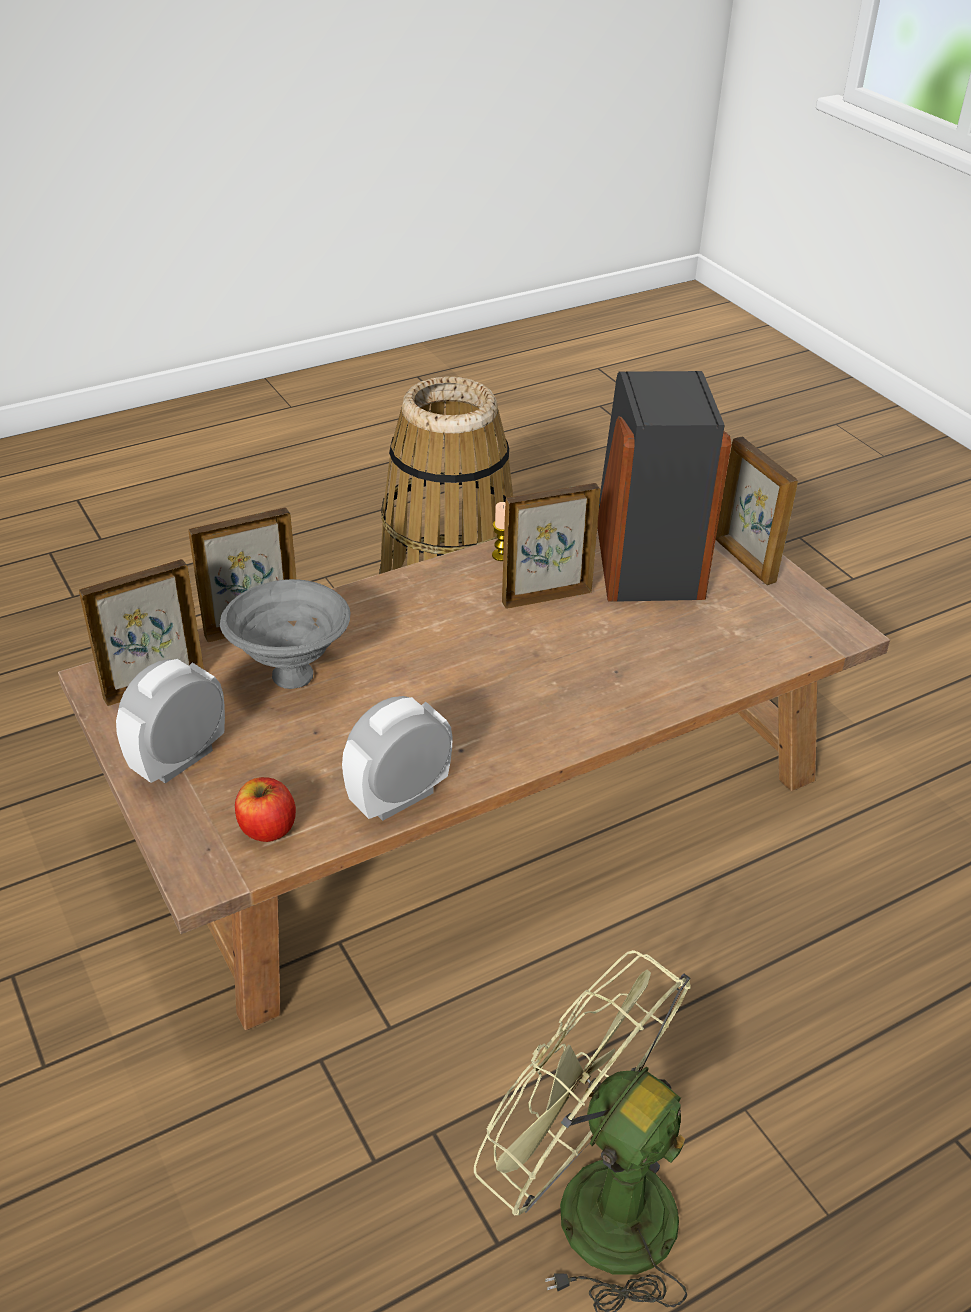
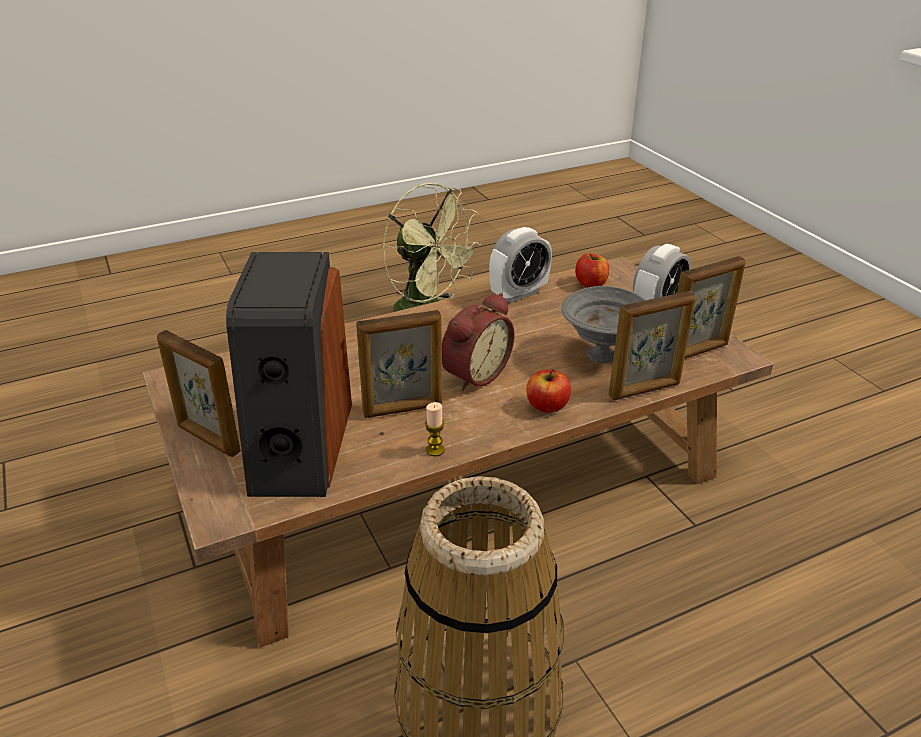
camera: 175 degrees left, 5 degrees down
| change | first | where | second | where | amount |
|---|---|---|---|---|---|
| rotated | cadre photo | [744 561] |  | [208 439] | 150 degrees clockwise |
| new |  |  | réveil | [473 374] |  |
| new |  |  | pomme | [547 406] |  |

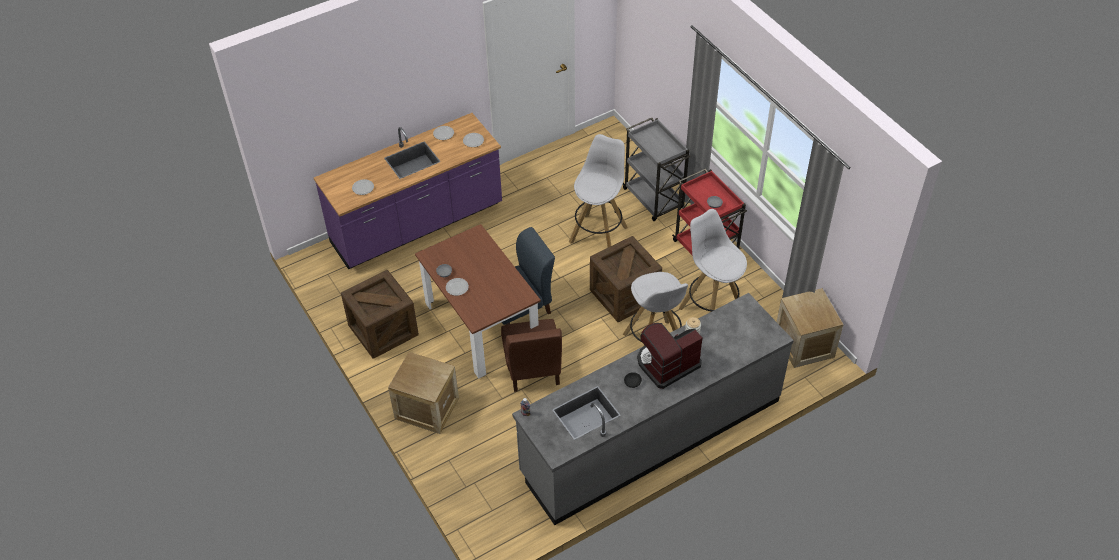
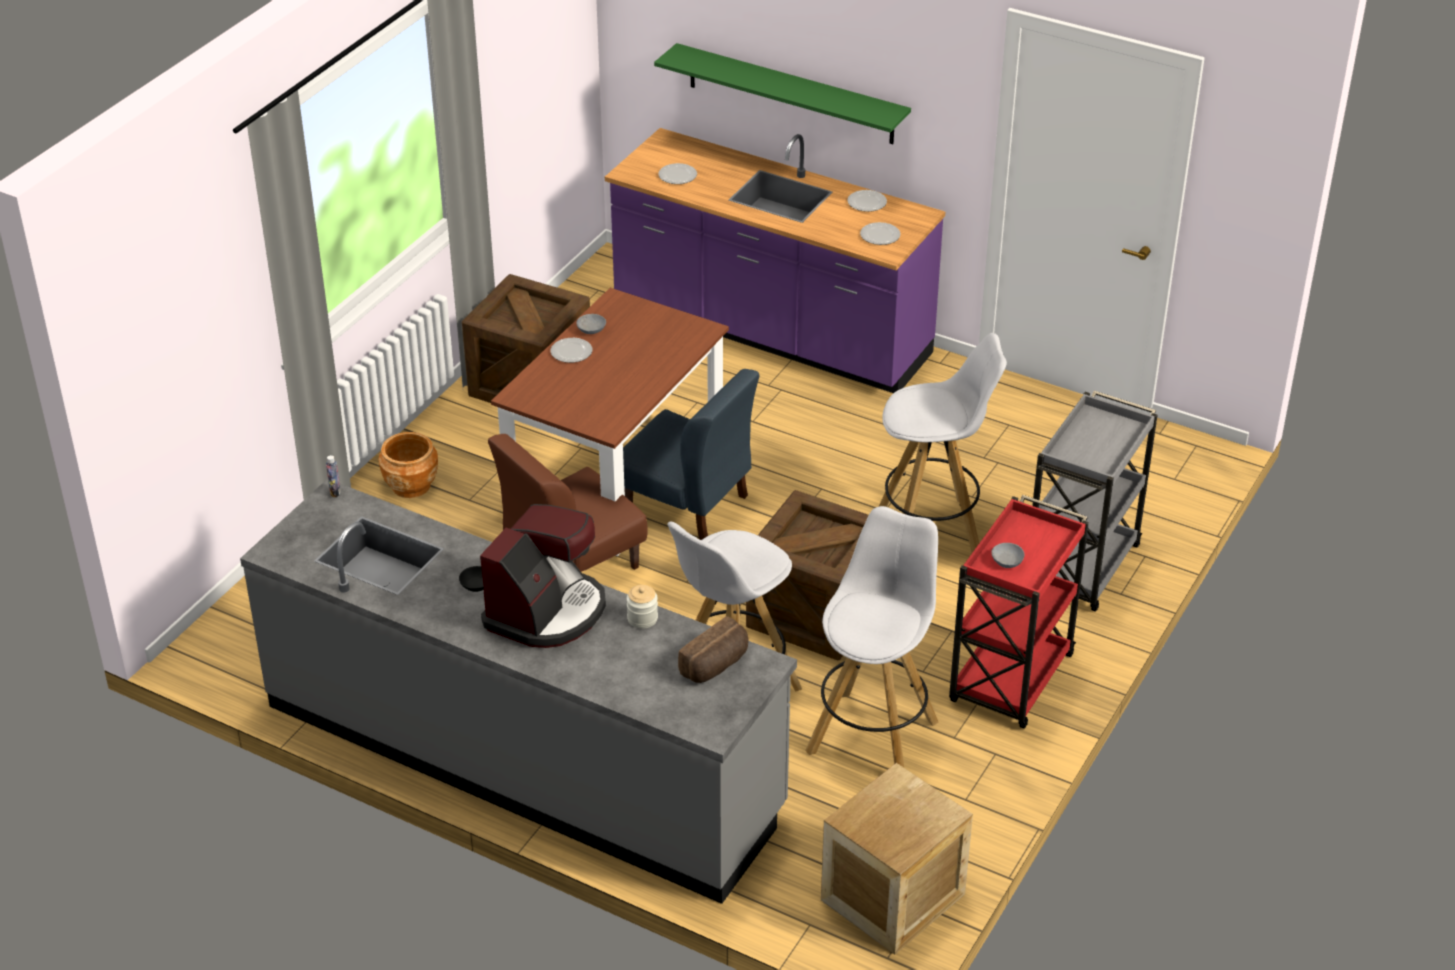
camera: 60 degrees right, 10 degrees down
| change | first | where | second | where | amount |
|---|---|---|---|---|---|
| swapped | caisse | [427 408] | cache-pot/marron | [411 485] |  |
| rotated | machine à café | [666 364] |  | [547 611] | 90 degrees clockwise |
| new |  |  | étagère/vert | [791 94] |  |
| new |  |  | pain | [716 665] |  |

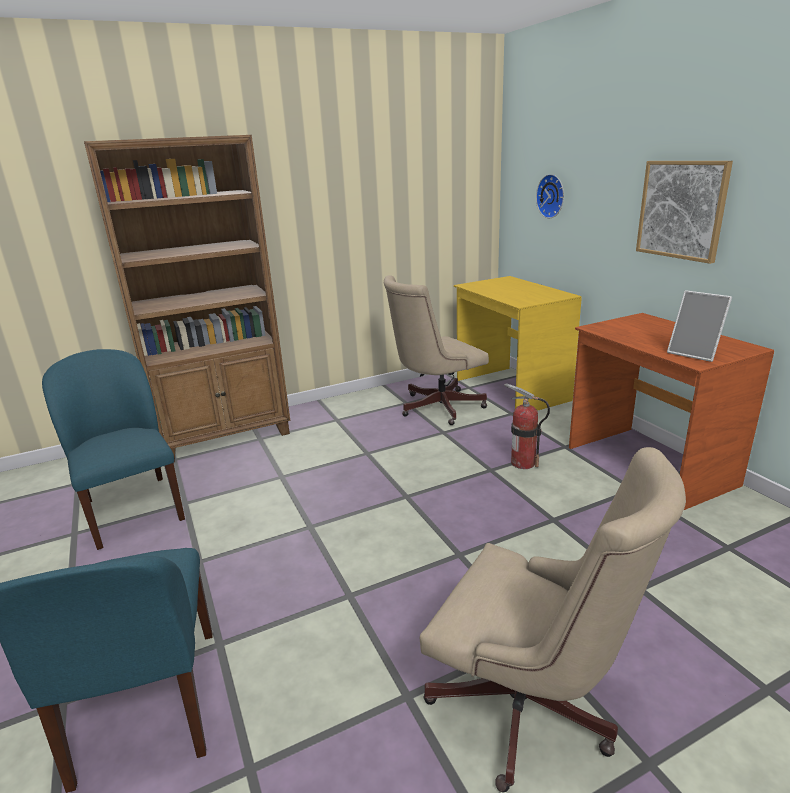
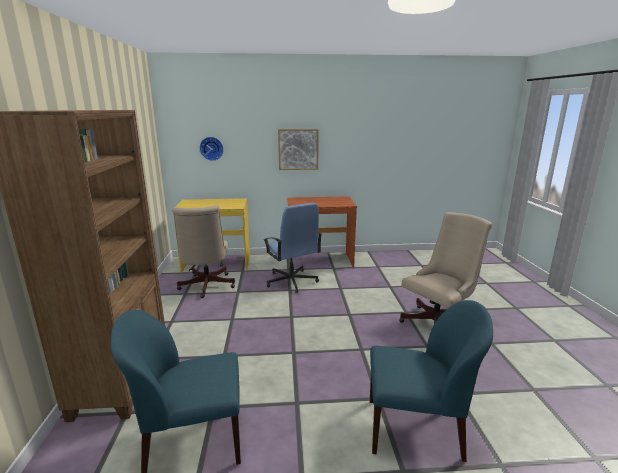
camera: 70 degrees left, 5 degrees down
| change | first | where | second | where | amount |
|---|---|---|---|---|---|
| swapped | extincteur | [523 463] | chaise de bureau/bleu | [291 281] |  |
| gone | cadre photo | [695 353] |  |  |  |

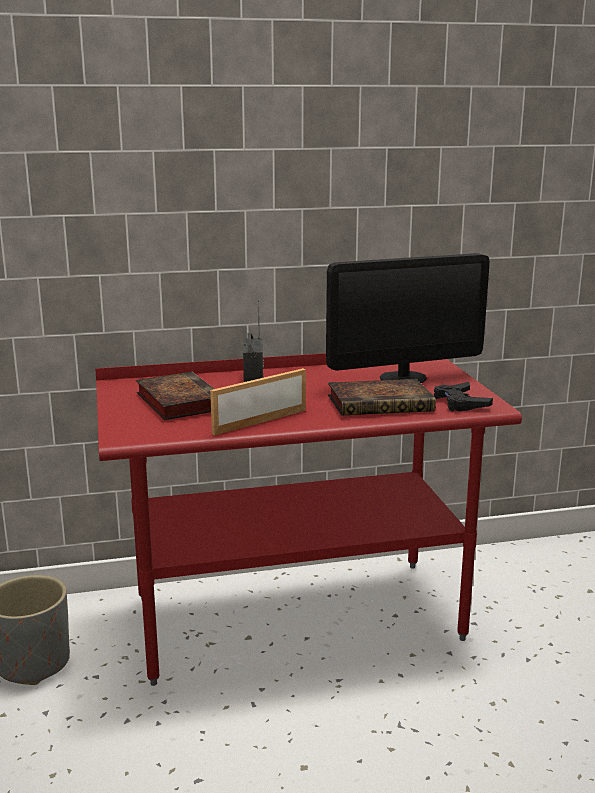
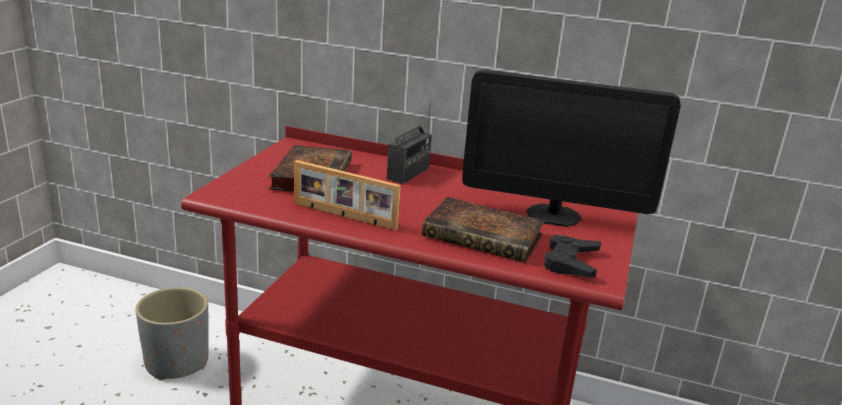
camera: 30 degrees right, 5 degrees up
| change | first | where | second | where | amount |
|---|---|---|---|---|---|
| rotated | cadre photo | [259 421] |  | [343 216] | 150 degrees counterclockwise |

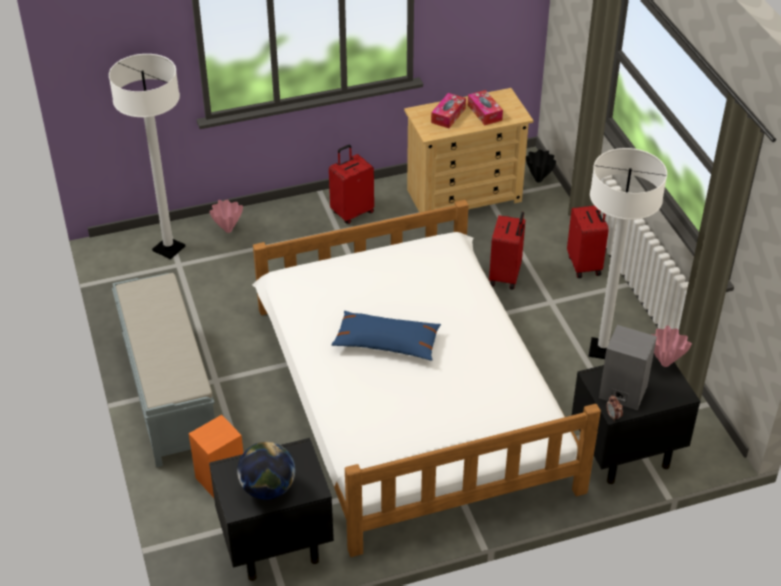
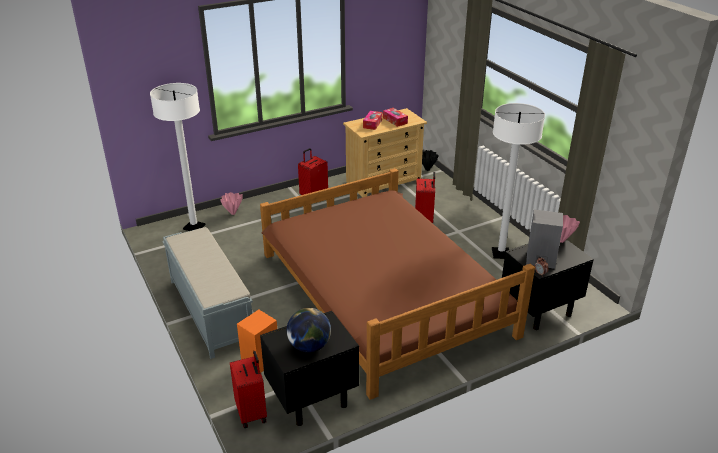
camera: 10 degrees left, 10 degrees down
| change | first | where | second | where | amount |
|---|---|---|---|---|---|
| shifted | valise/rouge | [585 265] |  | [252 413] |  |
| repainted | lit/blanc | [410 395] | lit/marron | [382 293] |  |
| gone | coussin/bleu | [386 343] |  |  |  |

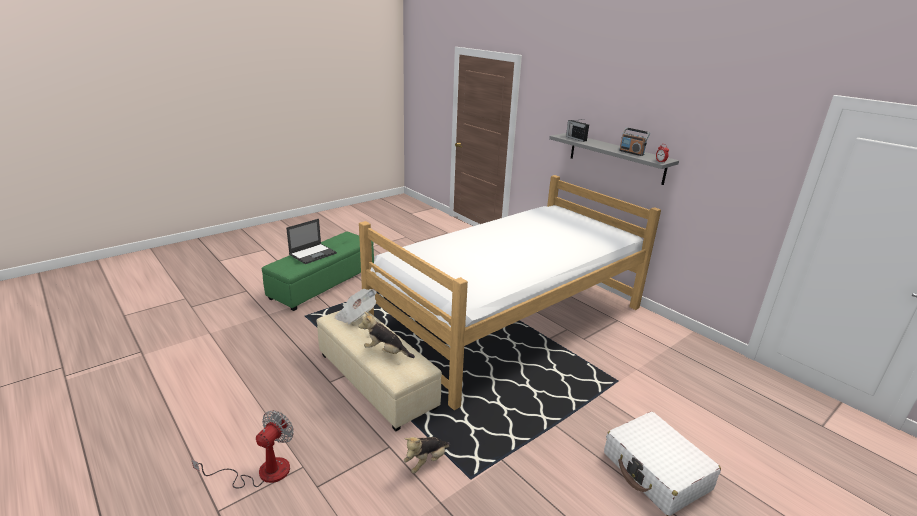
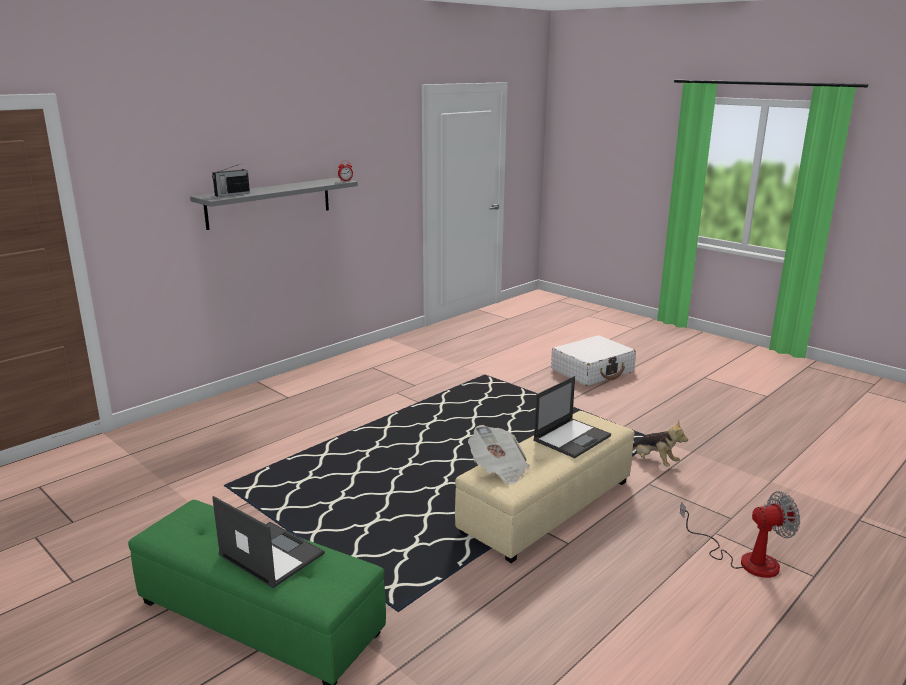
camera: 95 degrees left, 5 degrees down
| change | first | where | second | where | amount |
|---|---|---|---|---|---|
| swapped | peluche | [386 352] | ordinateur portable | [572 438] |  |
| rotated | ventilateur | [262 472] |  | [745 559] | 150 degrees clockwise |
| gone | lit | [510 319] |  |  |  |
| gone | radio | [631 152] |  |  |  |

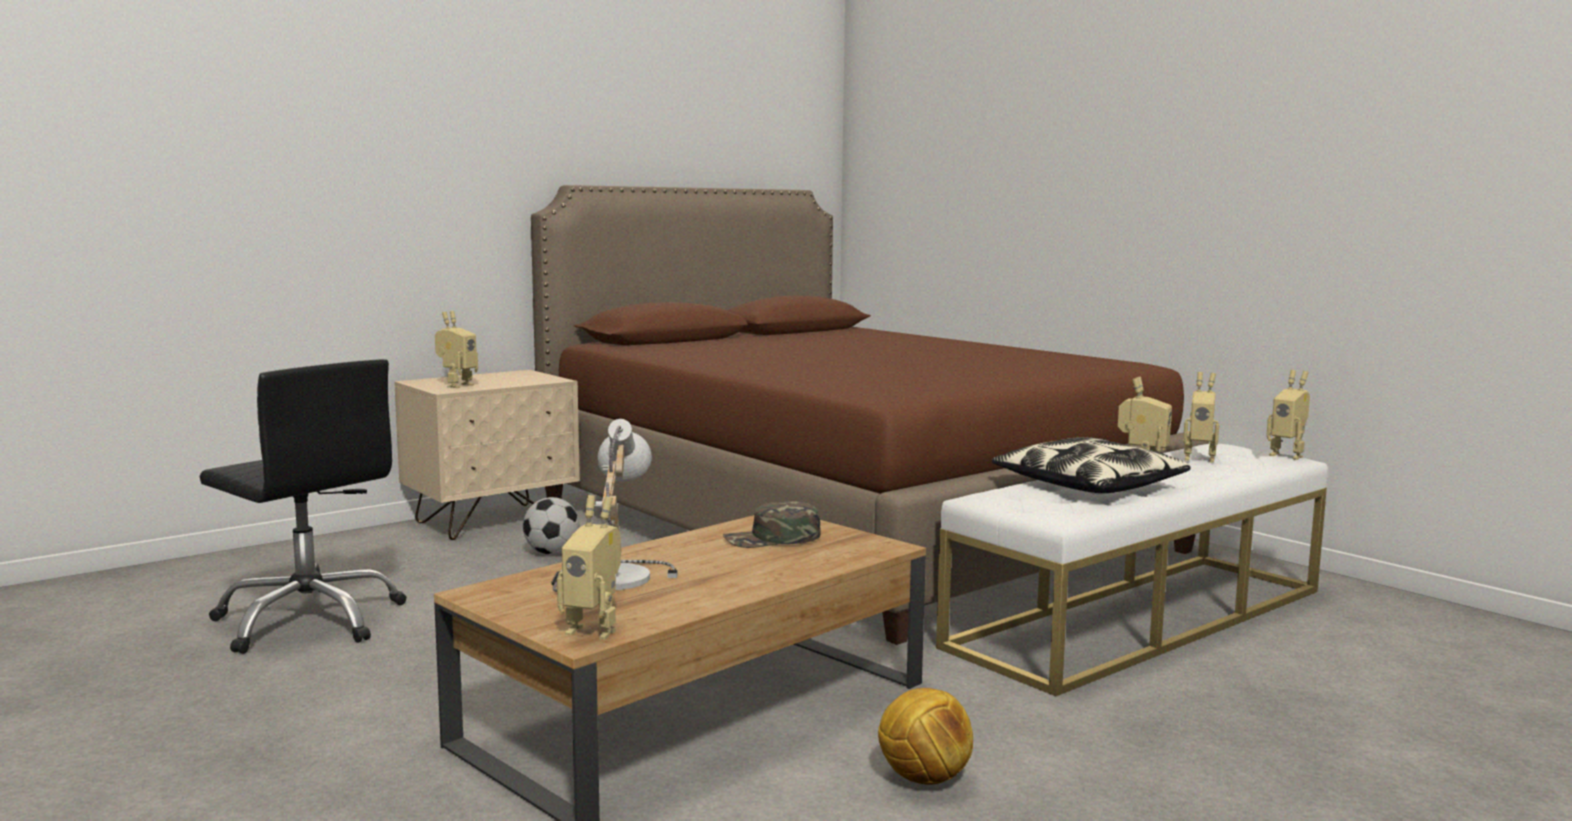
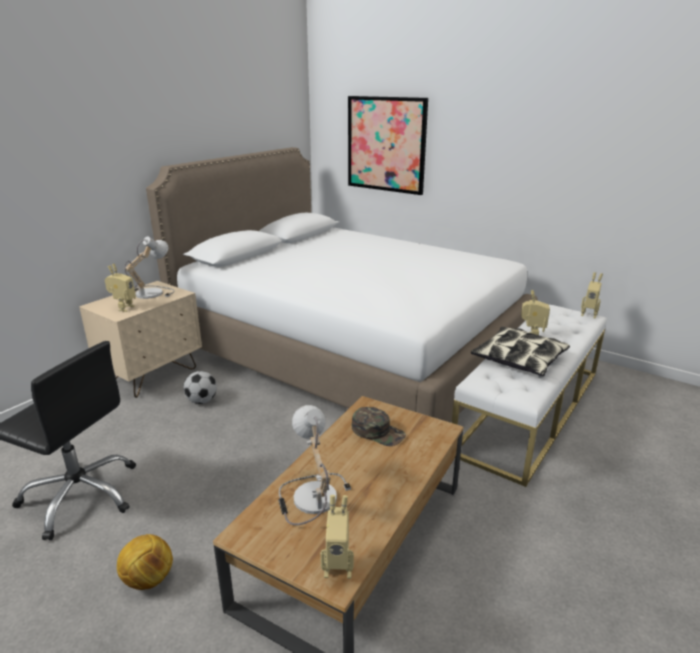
camera: 15 degrees left, 15 degrees up
| change | first | where | second | where | amount |
|---|---|---|---|---|---|
| shifted | ballon de foot | [923 779] |  | [148 579] |  |
| new |  |  | lampe de table | [148 292] |  |
| repainted | lit/marron | [845 524] | lit/blanc | [350 350] |  |
| new |  |  | tableau | [386 144] |  |
| rotated | casquette/vert | [772 539] |  | [378 432] | 120 degrees counterclockwise |
| gone | robot jouet | [1199 458] |  |  |  |

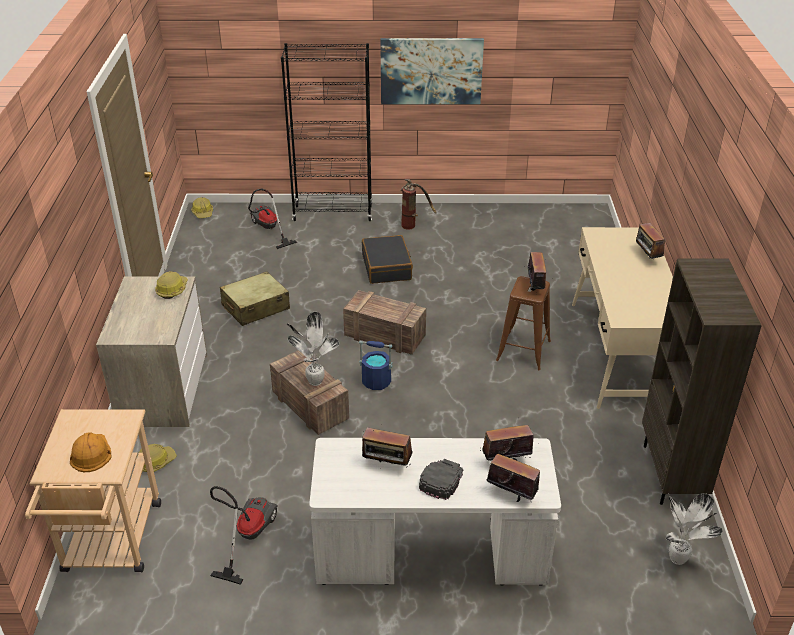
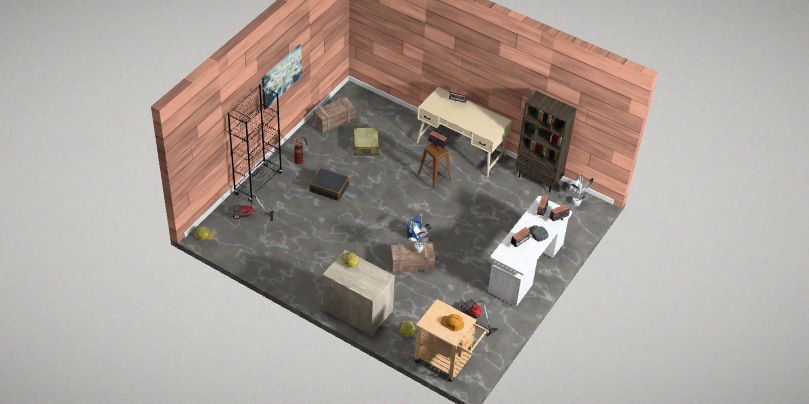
camera: 60 degrees left, 10 degrees up
| change | first | where | second | where | amount |
|---|---|---|---|---|---|
| shifted | caisse | [386 336] |  | [334 121] |  |
| shifted | valise/beige | [255 307] |  | [365 146] |  |

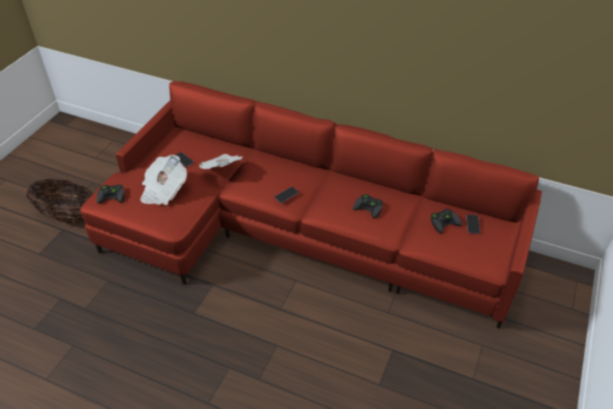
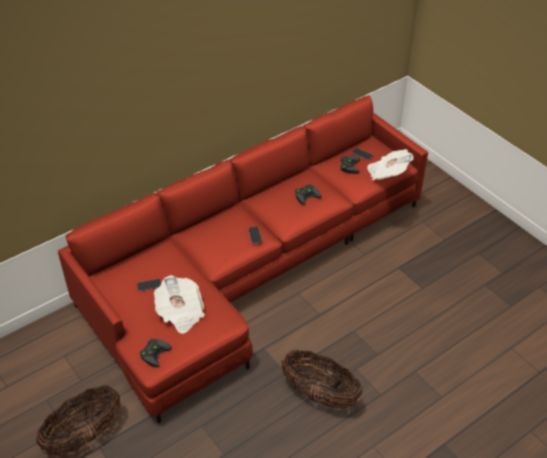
camera: 60 degrees left, 0 degrees up
| change | first | where | second | where | amount |
|---|---|---|---|---|---|
| new |  |  | panier | [320 394] |  |
| shifted | journal | [222 170] |  | [387 173] |  |

